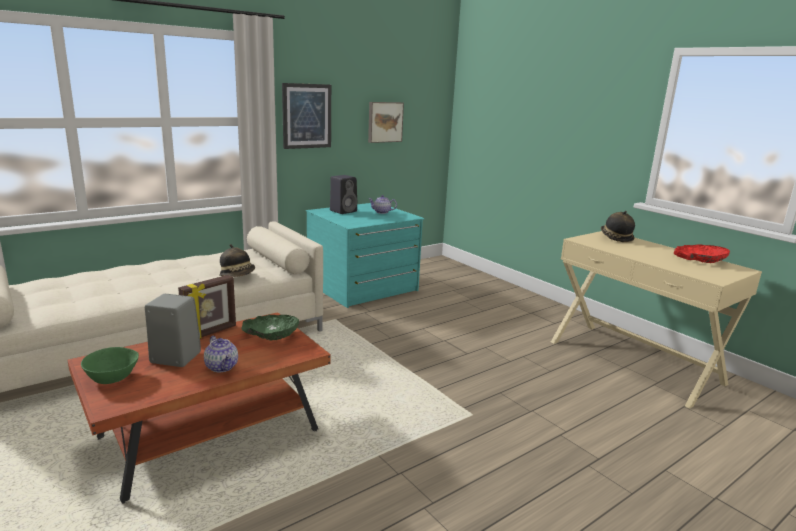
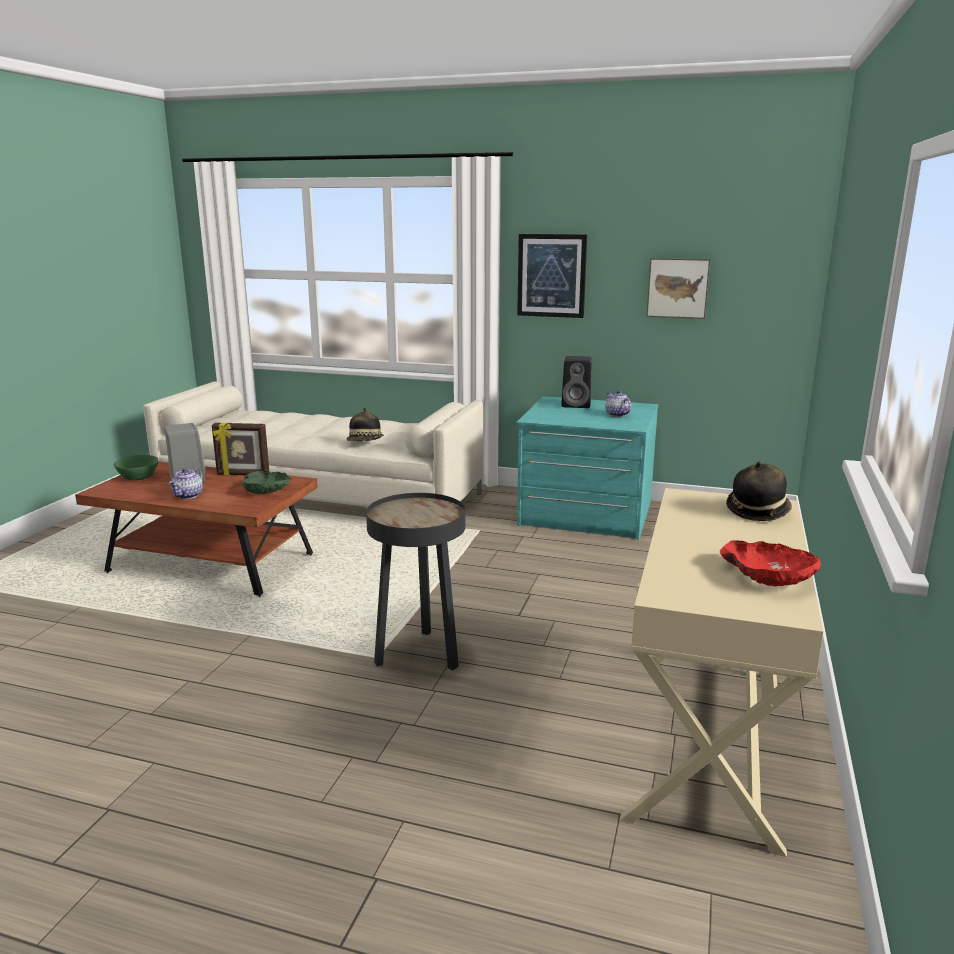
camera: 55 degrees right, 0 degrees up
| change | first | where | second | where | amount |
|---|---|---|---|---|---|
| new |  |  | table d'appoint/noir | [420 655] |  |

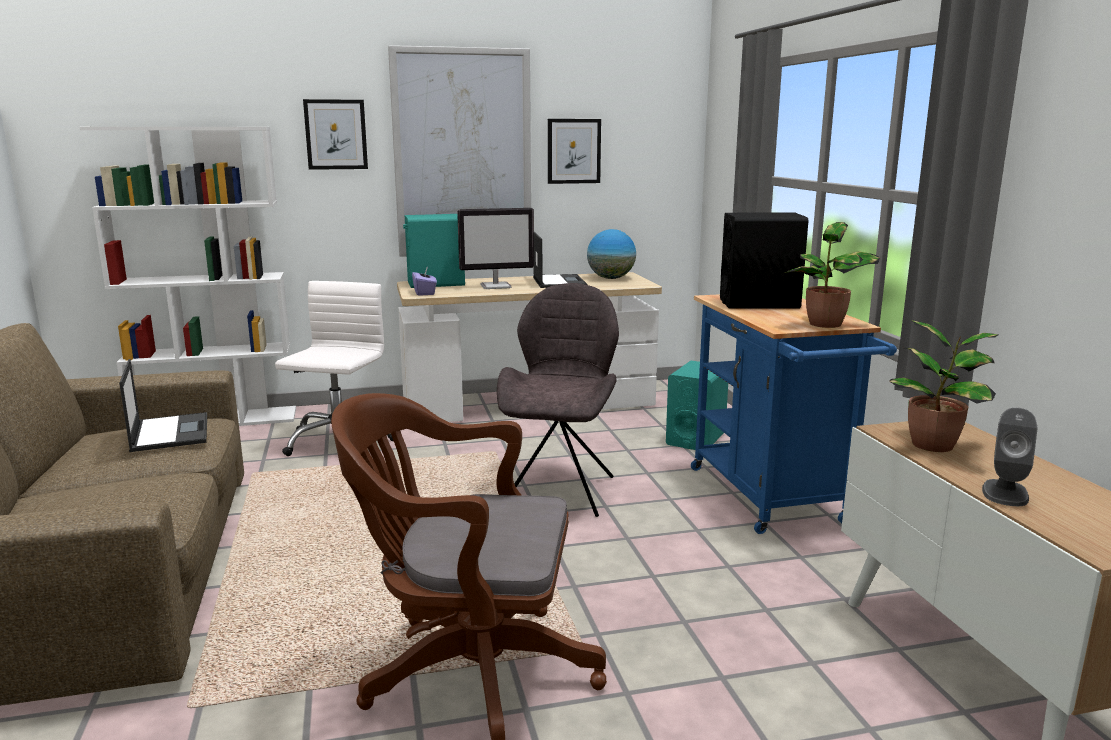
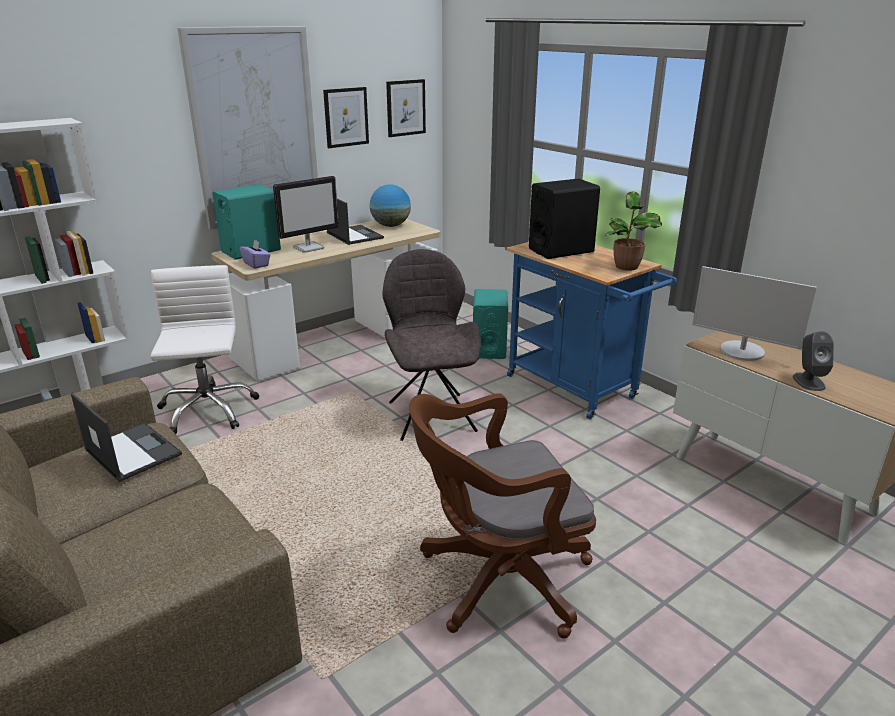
camera: 25 degrees left, 10 degrees up
| change | first | where | second | where | amount |
|---|---|---|---|---|---|
| shifted | tableau | [336 134] |  | [405 108] |  |
| swapped | plante en pot | [935 445] | écran d'ordinateur | [742 351] |  |

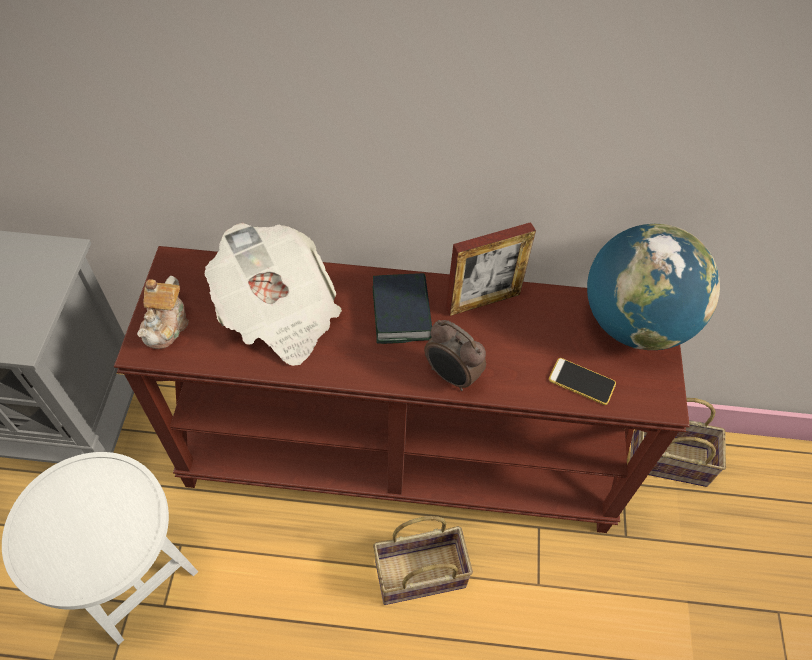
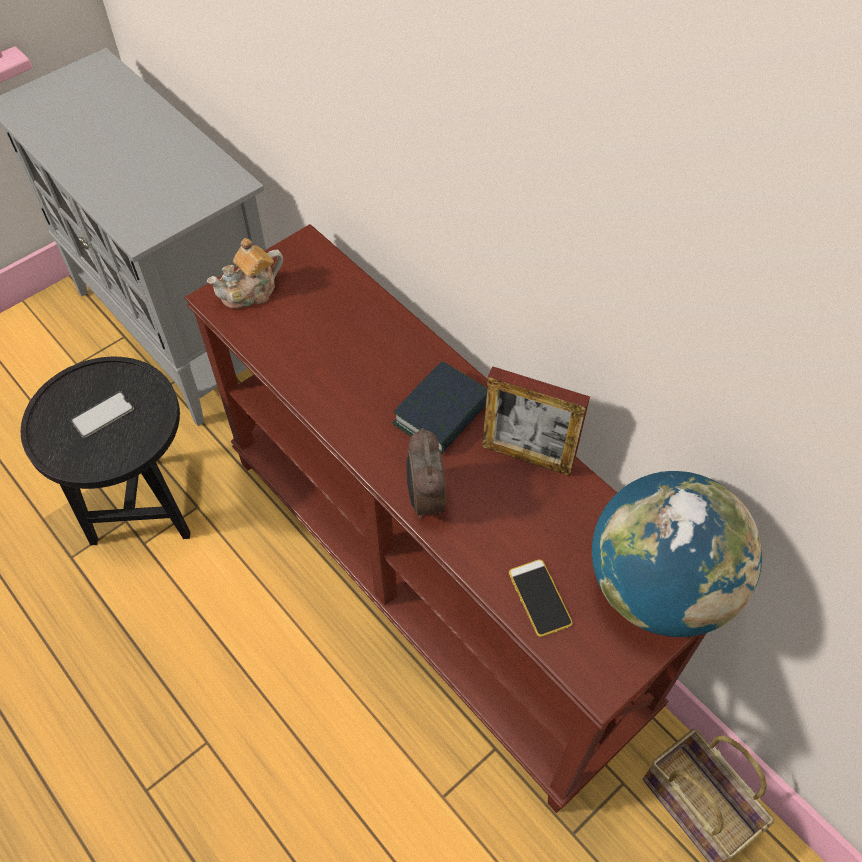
camera: 45 degrees right, 0 degrees up
| change | first | where | second | where | amount |
|---|---|---|---|---|---|
| repainted | table d'appoint/blanc | [134 577] | table d'appoint/noir | [144 504] |  |
| new |  |  | téléphone | [102 414] |  |
| gone | journal | [279 313] |  |  |  |
| gone | panier | [418 576] |  |  |  |

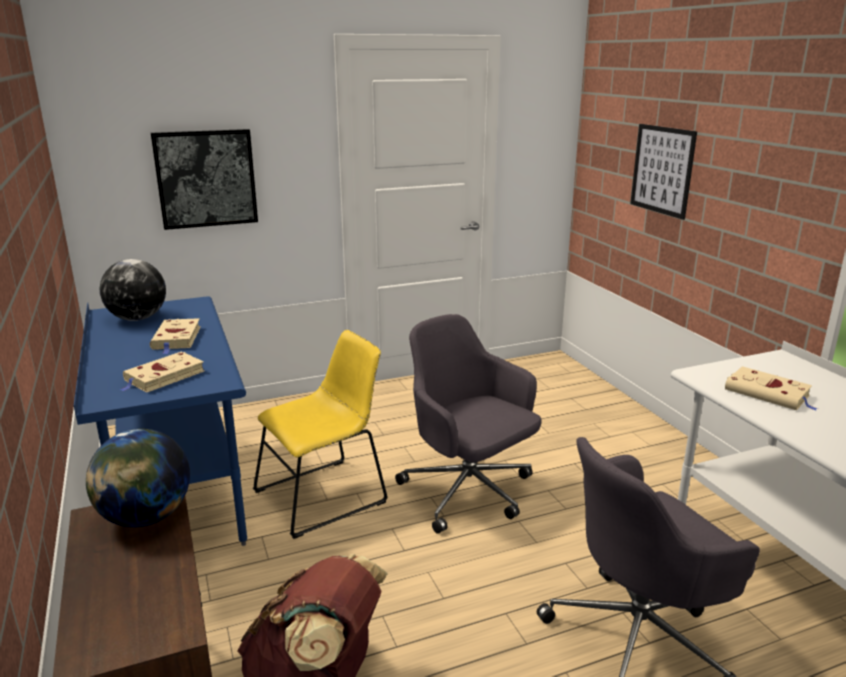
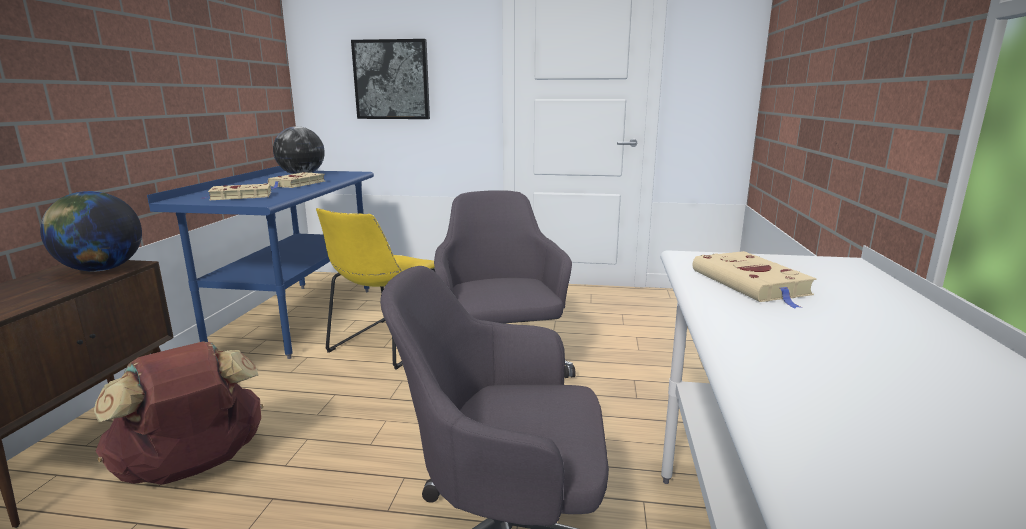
camera: 30 degrees right, 5 degrees down
| change | first | where | second | where | amount |
|---|---|---|---|---|---|
| rotated | chaise/jaune | [325 495] |  | [386 344] | 120 degrees clockwise |
| gone | tableau | [662 170] |  |  |  |

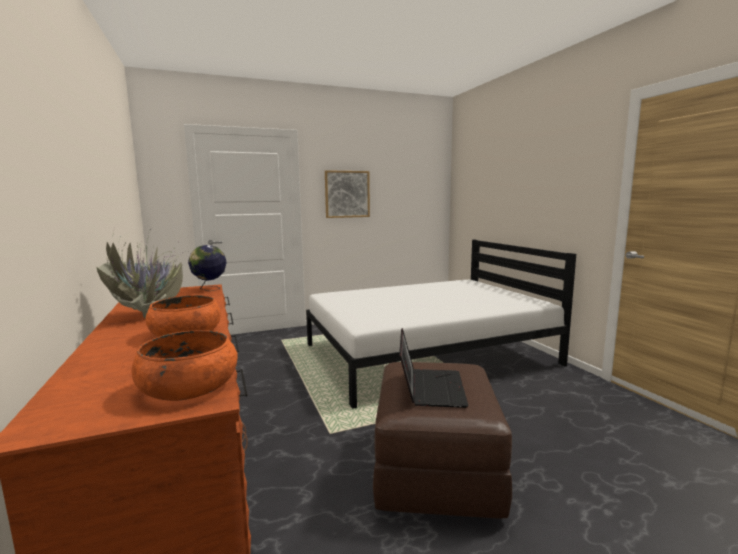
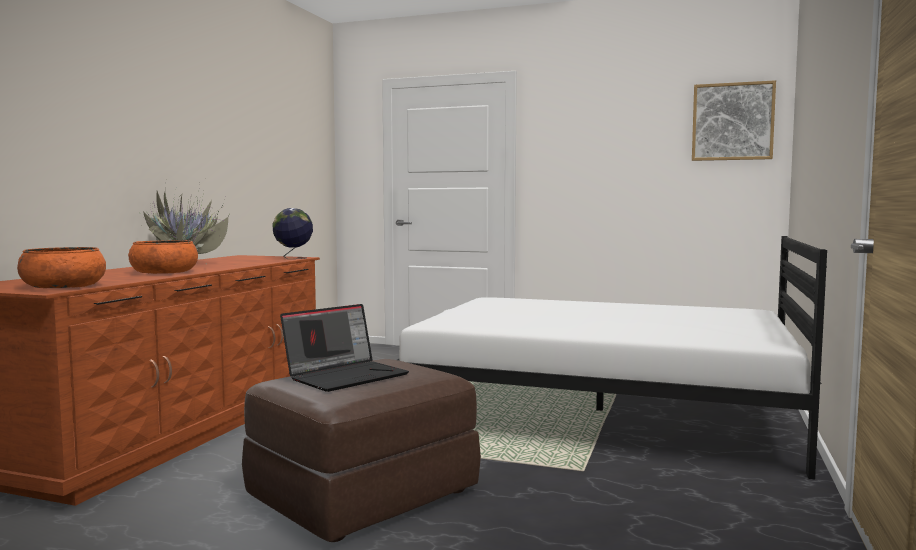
camera: 40 degrees right, 5 degrees down
| change | first | where | second | where | amount |
|---|---|---|---|---|---|
| shifted | tableau | [347 194] |  | [732 121] |  |

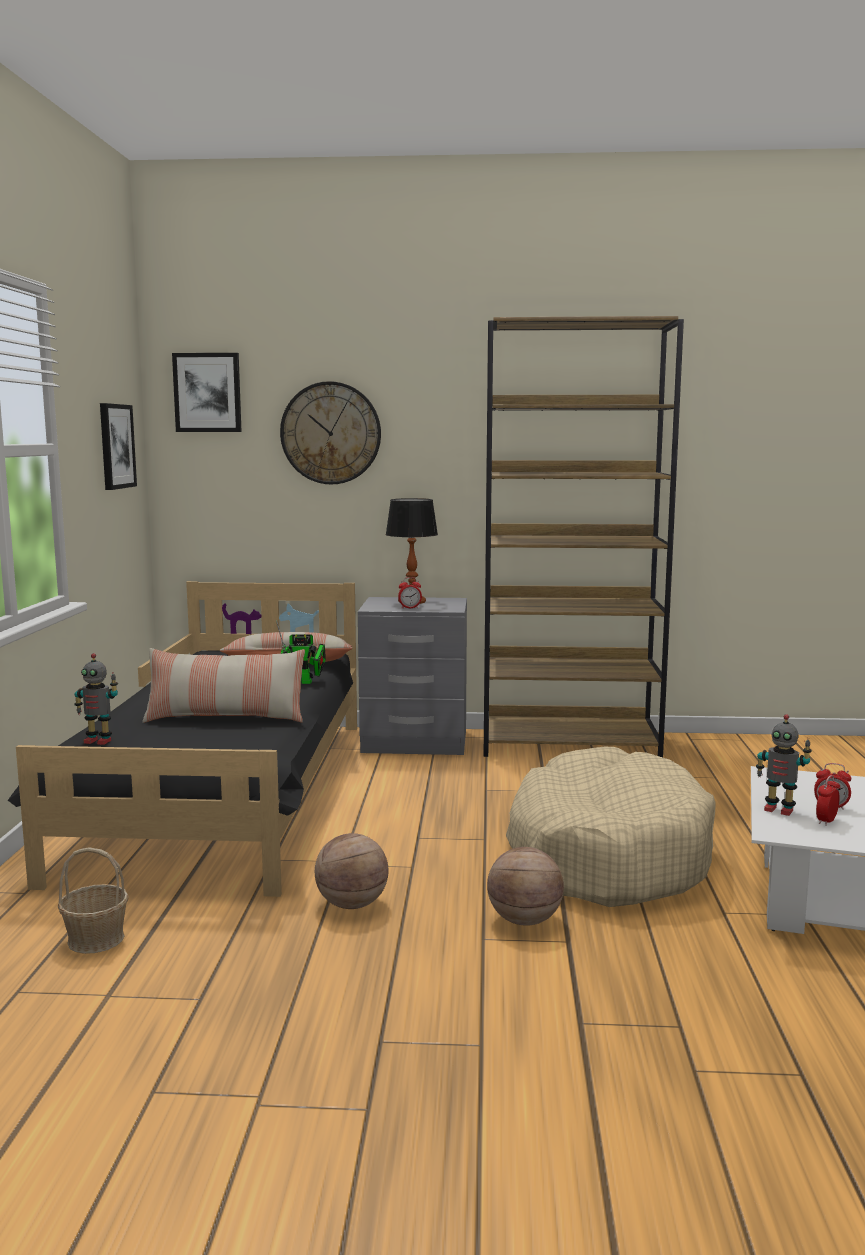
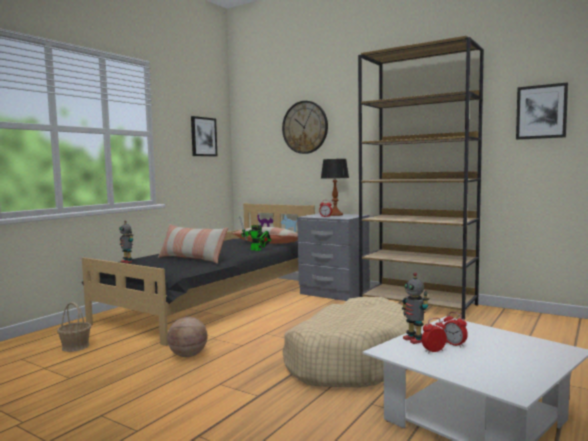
camera: 30 degrees right, 5 degrees down
| change | first | where | second | where | amount |
|---|---|---|---|---|---|
| shifted | tableau | [207 392] |  | [541 112] |  |
| gone | ballon de basket | [524 920] |  |  |  |

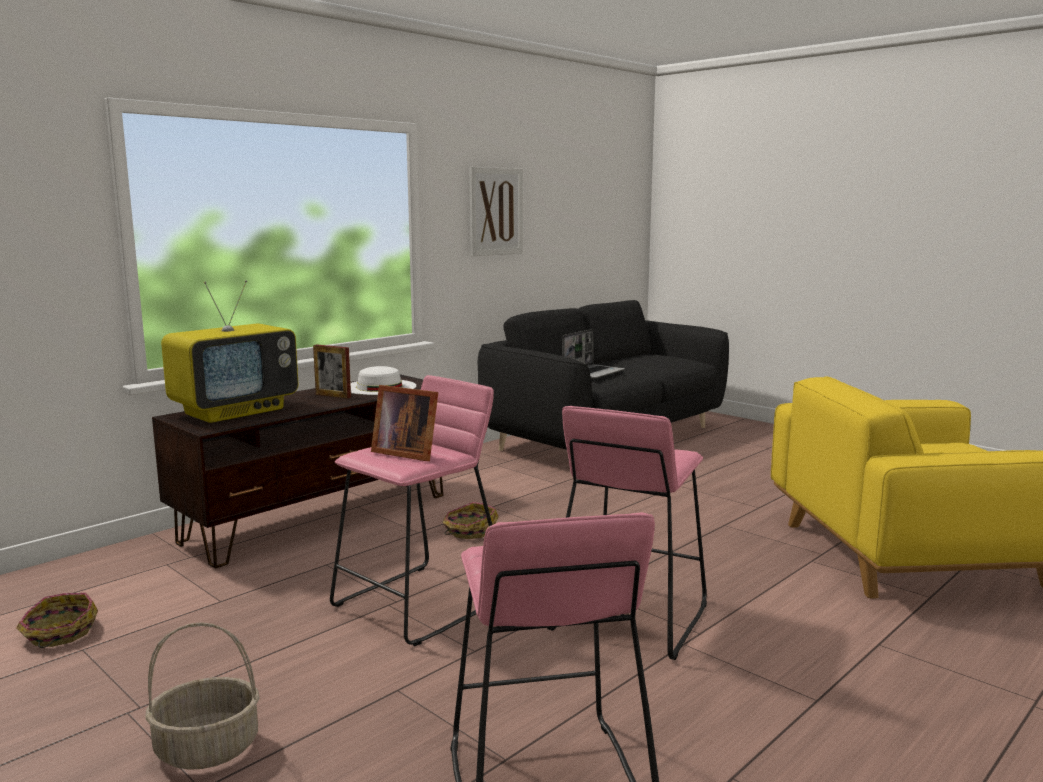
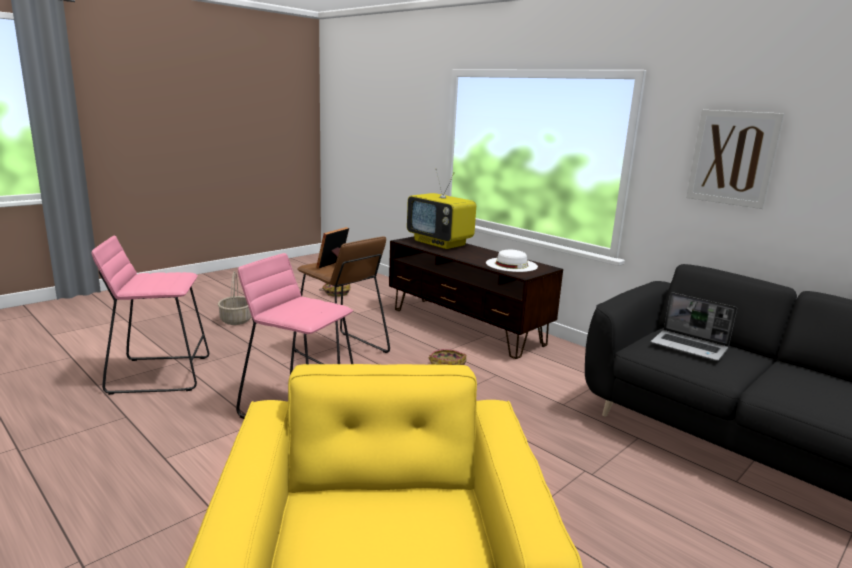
camera: 90 degrees right, 5 degrees up
| change | first | where | second | where | amount |
|---|---|---|---|---|---|
| repainted | tabouret/rose | [420 604] | tabouret/marron | [340 352] |  |
| gone | cadre photo | [333 396] |  |  |  |

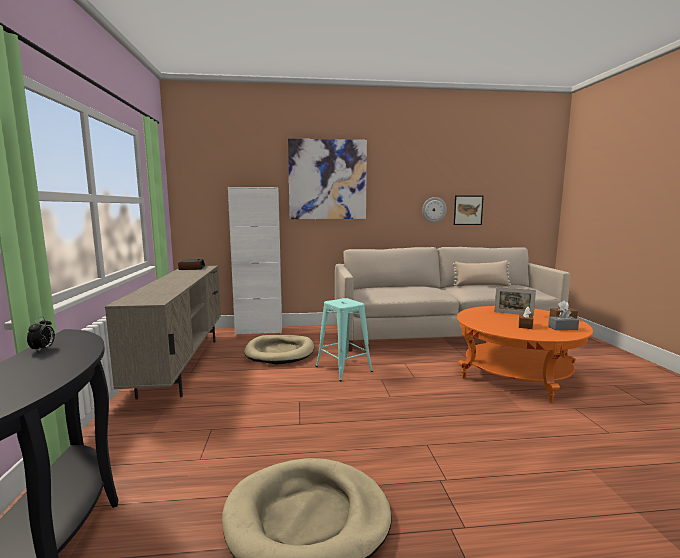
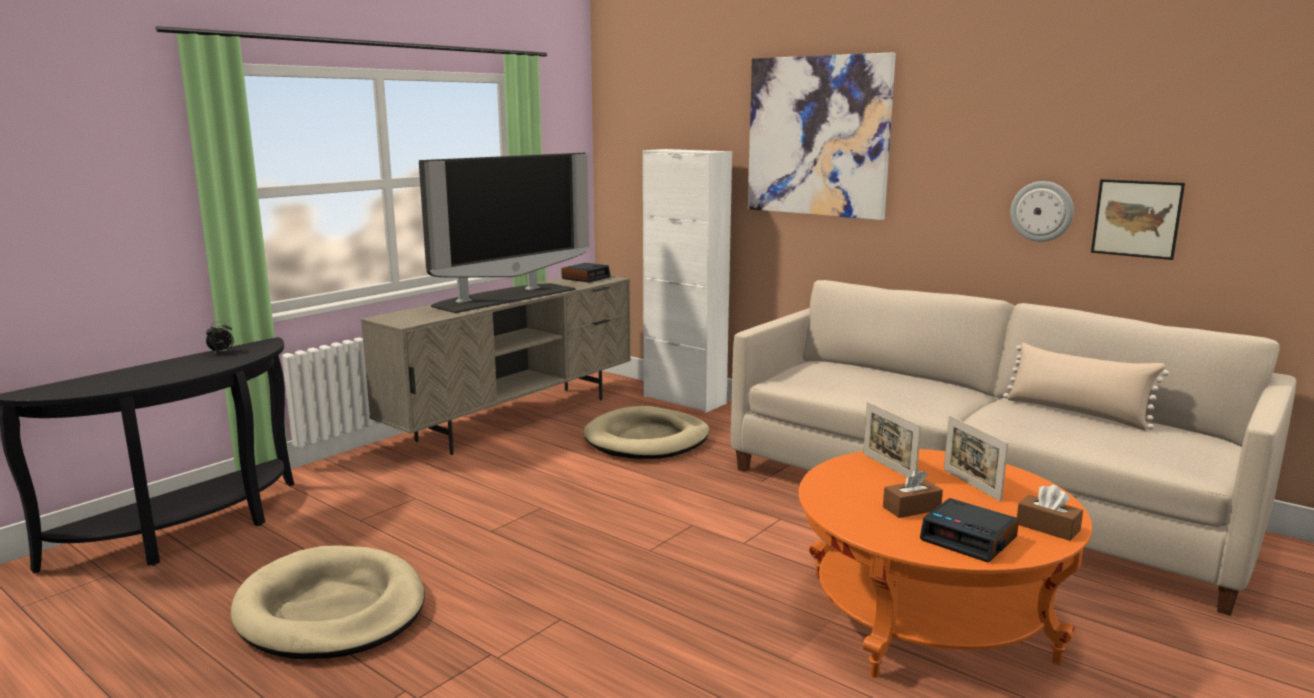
camera: 45 degrees right, 5 degrees up
| change | first | where | second | where | amount |
|---|---|---|---|---|---|
| new |  |  | téléviseur | [504 297] |  |
| new |  |  | cadre photo | [888 467] |  |
| swapped | boîte à mouchoirs/gris | [562 328] | réveil | [969 539] |  |
| gone | tabouret/turquoise | [343 369] |  |  |  |

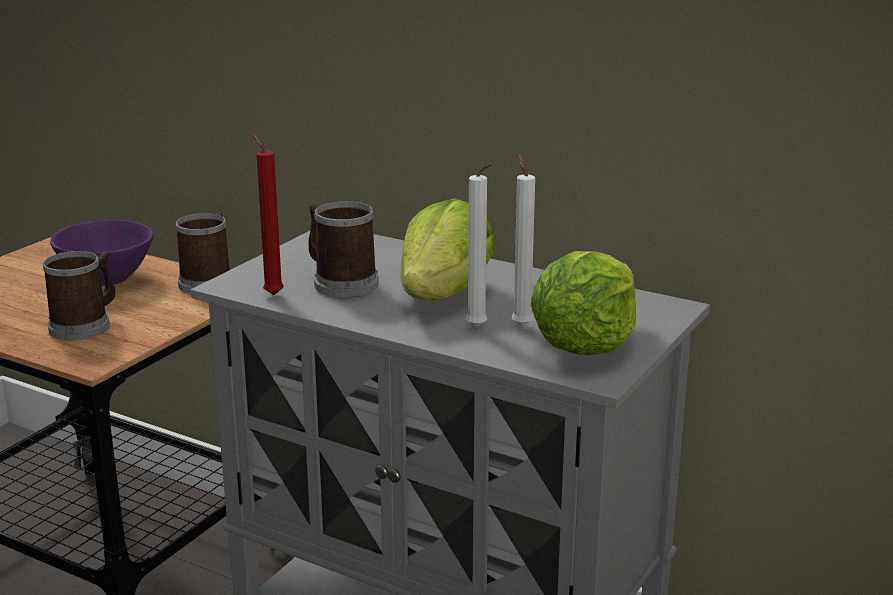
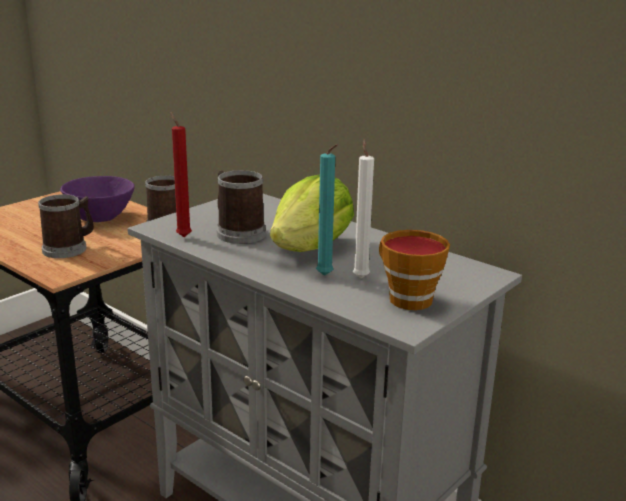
camera: 10 degrees right, 0 degrees up
| change | first | where | second | where | amount |
|---|---|---|---|---|---|
| repainted | bougie/blanc | [479 328] | bougie/turquoise | [326 276] |  |
| swapped | laitue | [585 345] | tasse | [405 298] |  |

